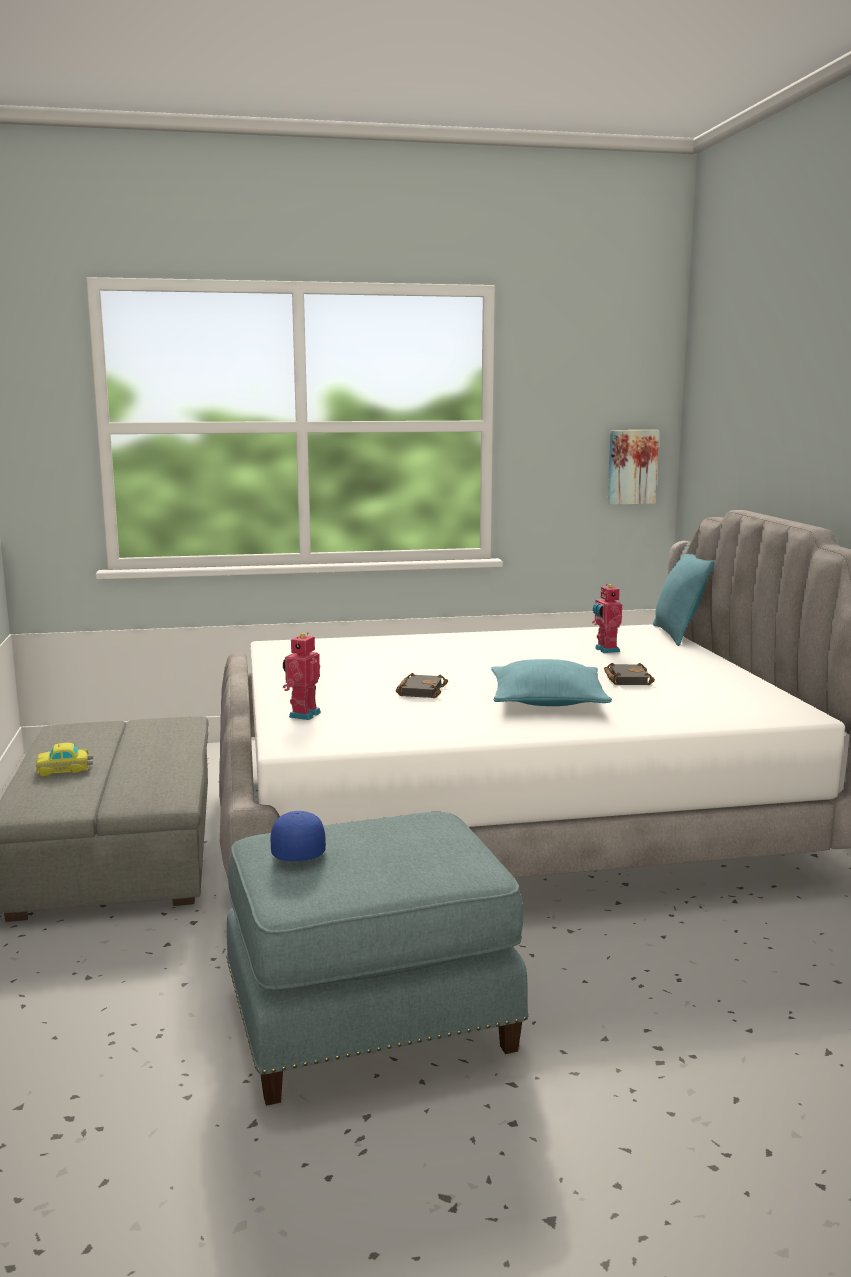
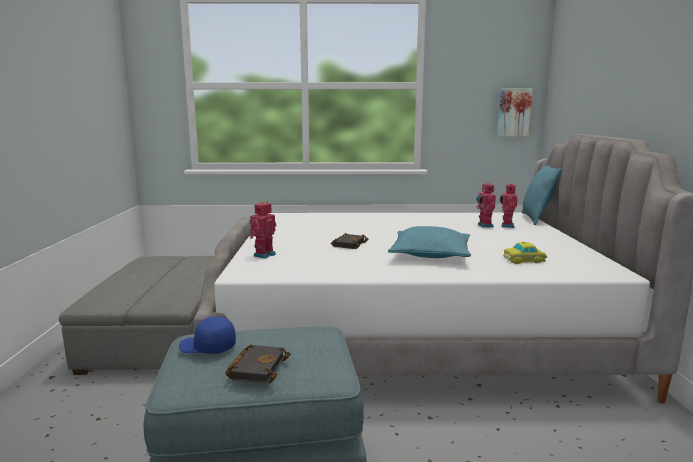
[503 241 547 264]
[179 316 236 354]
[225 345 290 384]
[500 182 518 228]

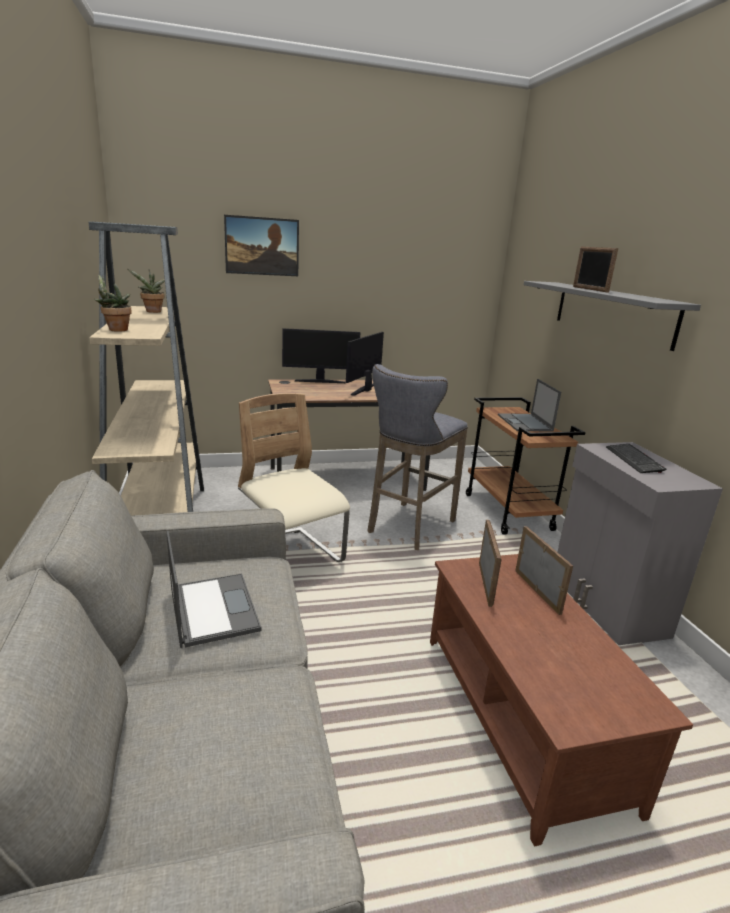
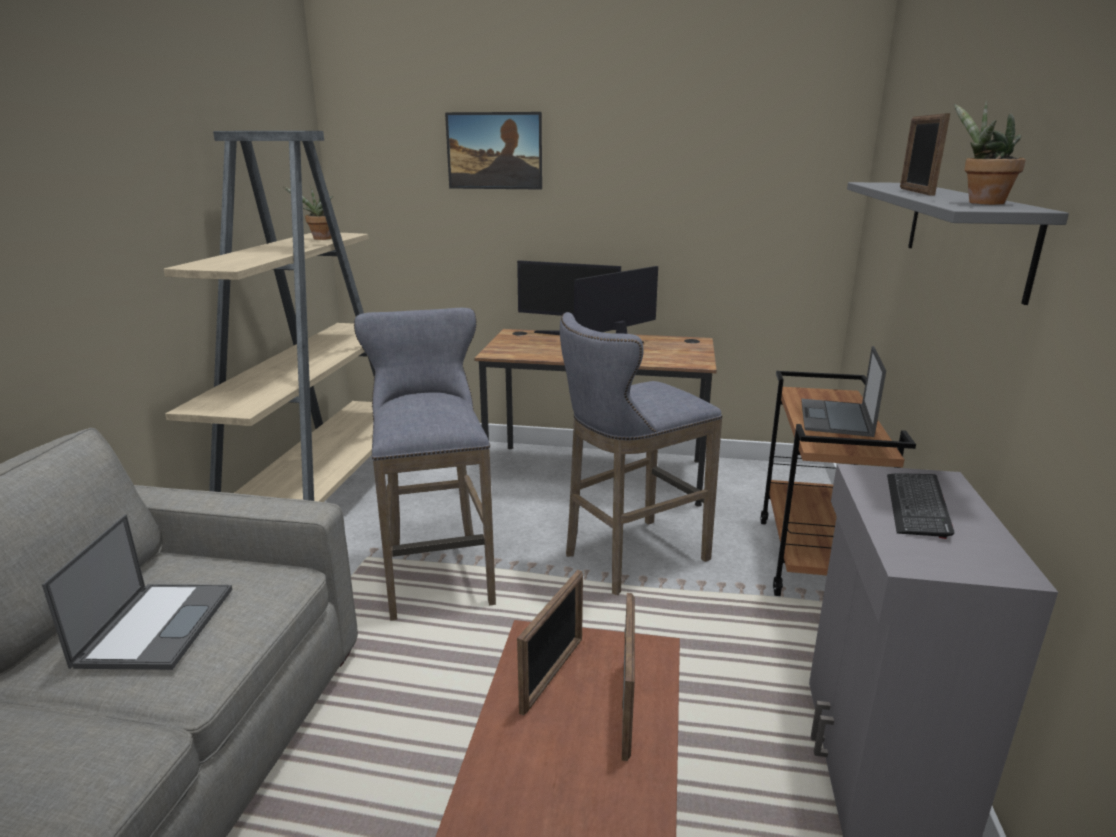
[954 101 1026 205]
[354 308 496 621]

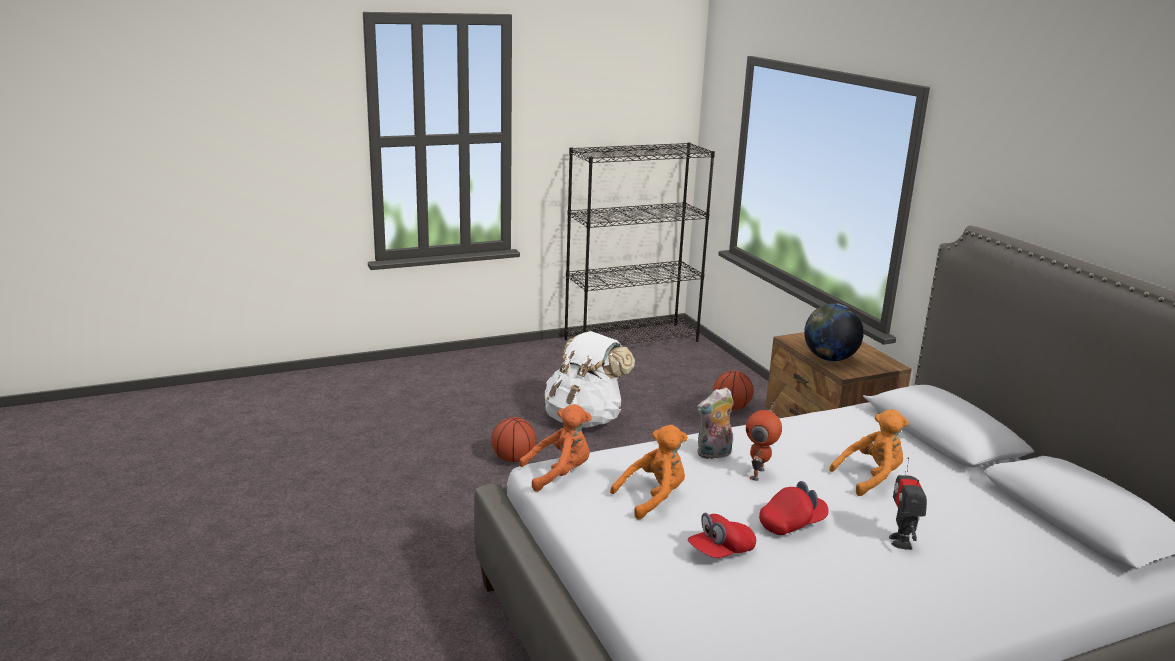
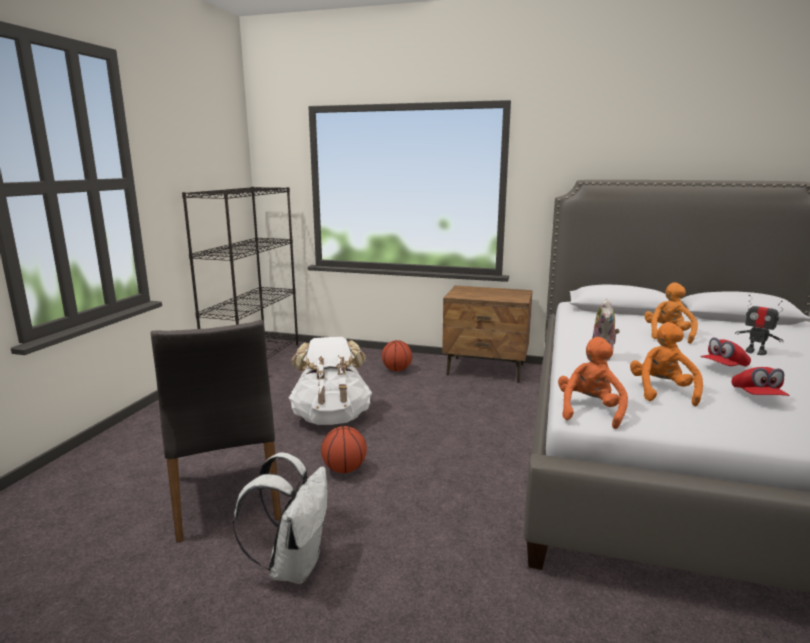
[746 401 782 481] (first image)
[701 337 751 367]
[804 304 864 361] (first image)
[151 320 281 543]
[233 452 327 584]

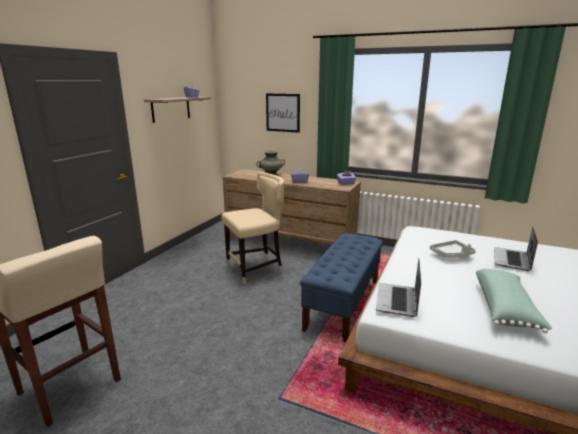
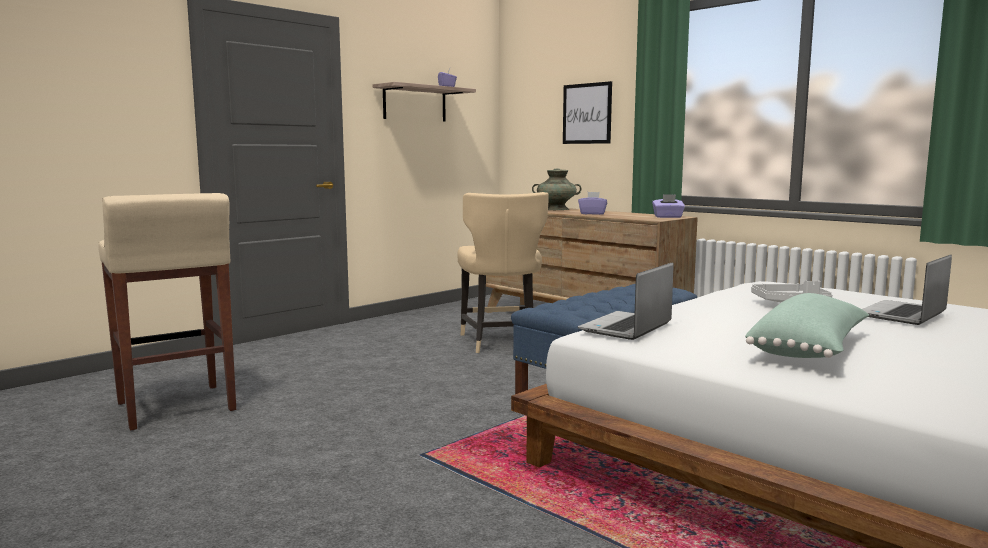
[457 192 549 353]

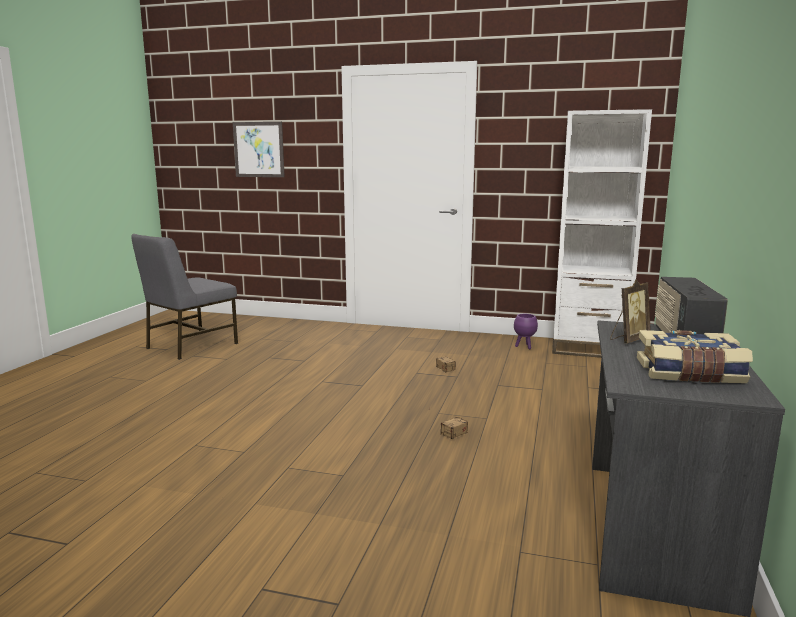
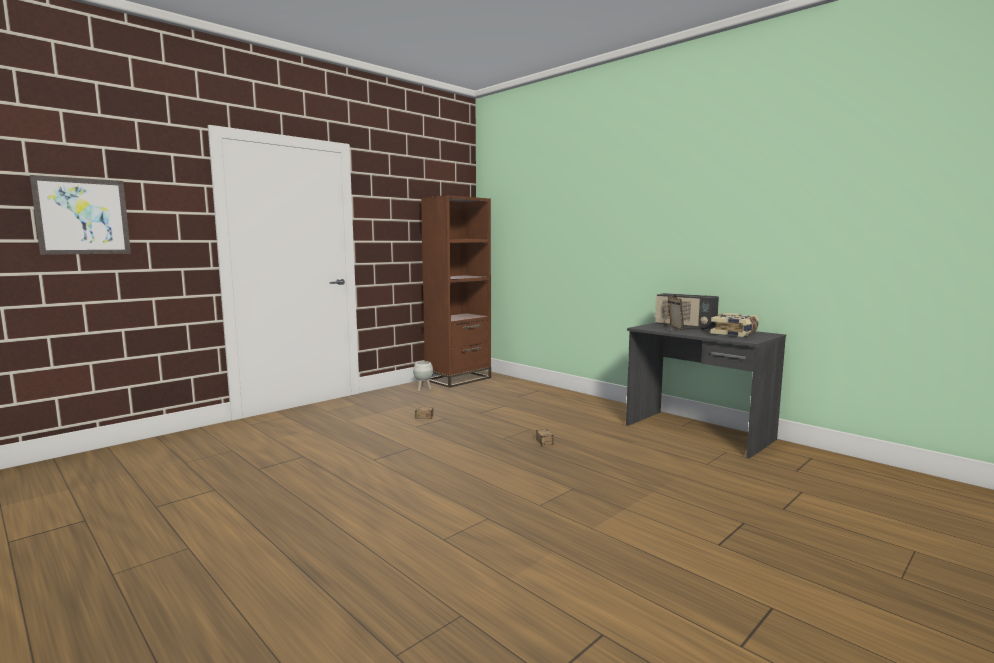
[131 234 238 360] (first image)
[413 361 433 391]
[421 195 491 388]

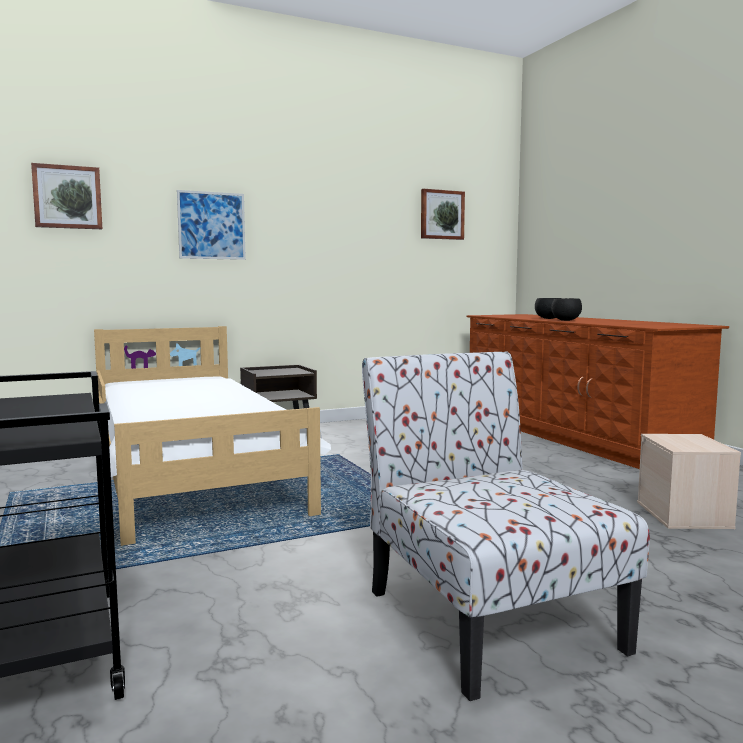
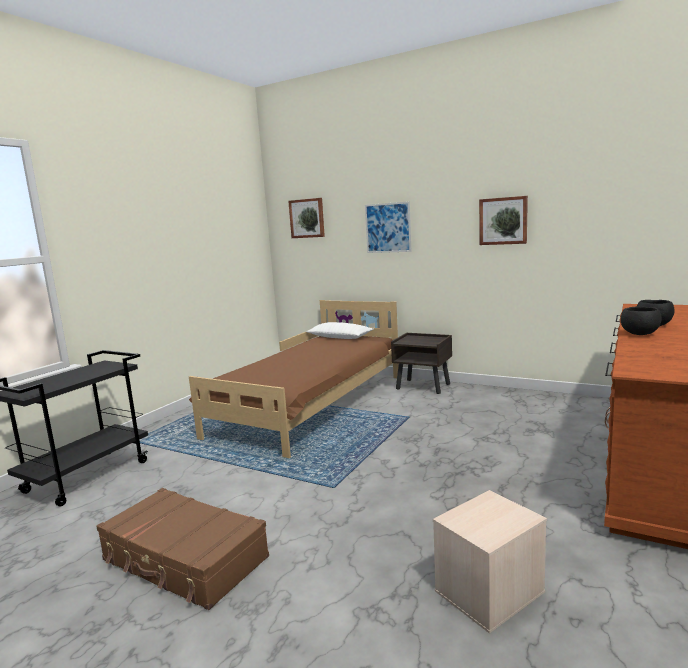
[189 300 399 458]
[96 488 269 610]
[479 196 528 245]
[306 322 374 339]

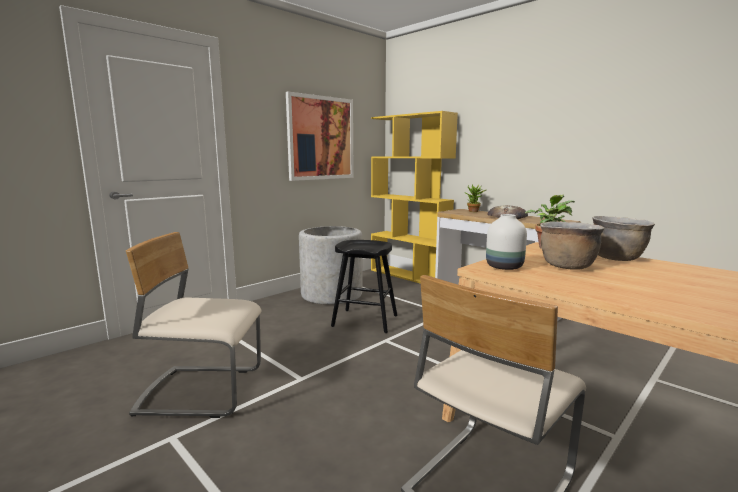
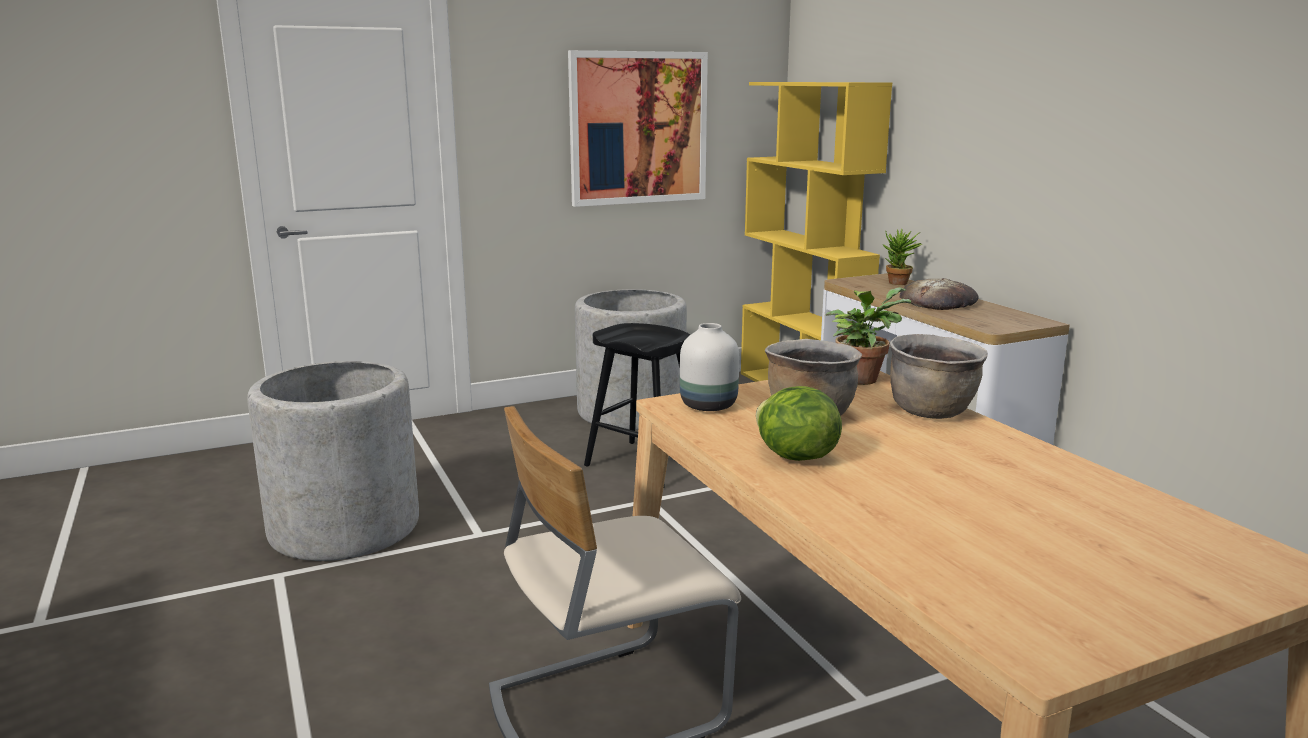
[247 361 419 561]
[756 386 842 461]

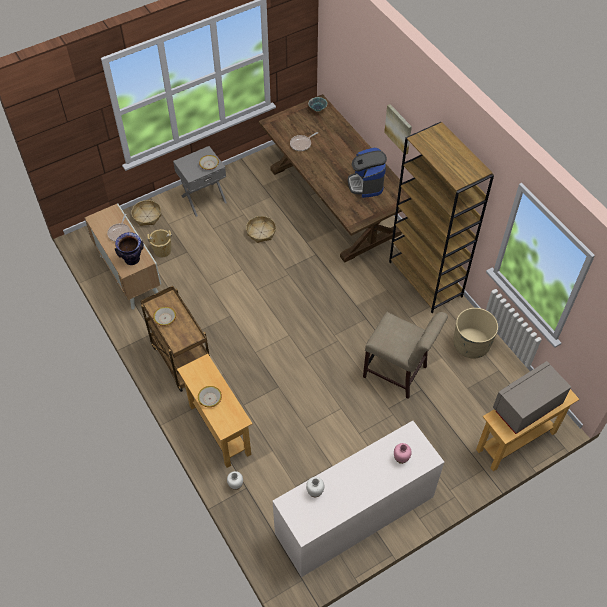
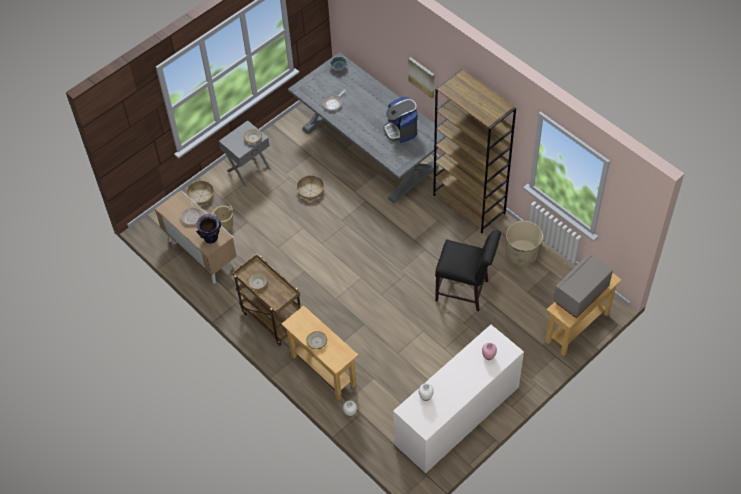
[288 52 445 203]
[435 230 501 311]

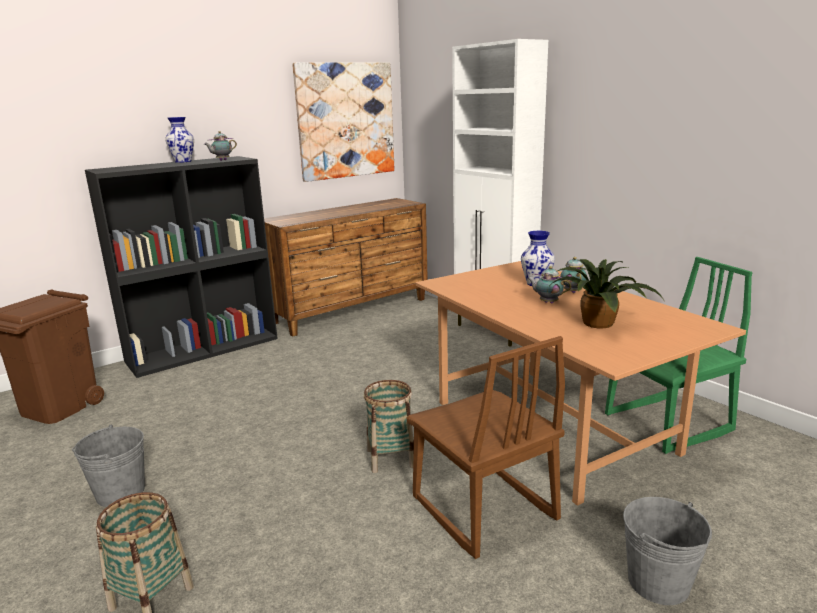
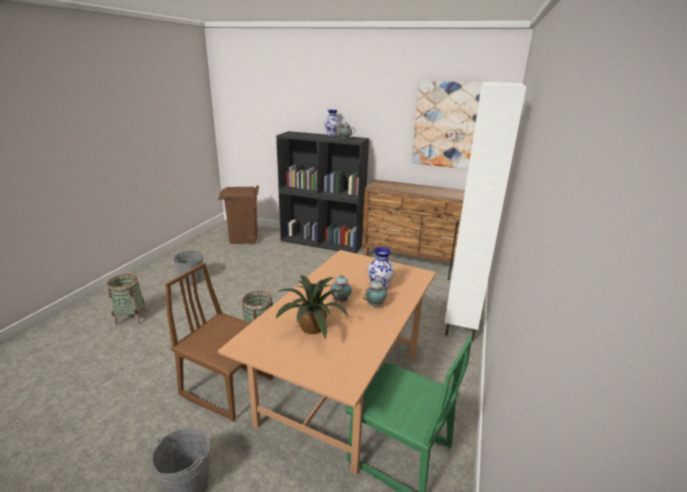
[165 263 274 421]

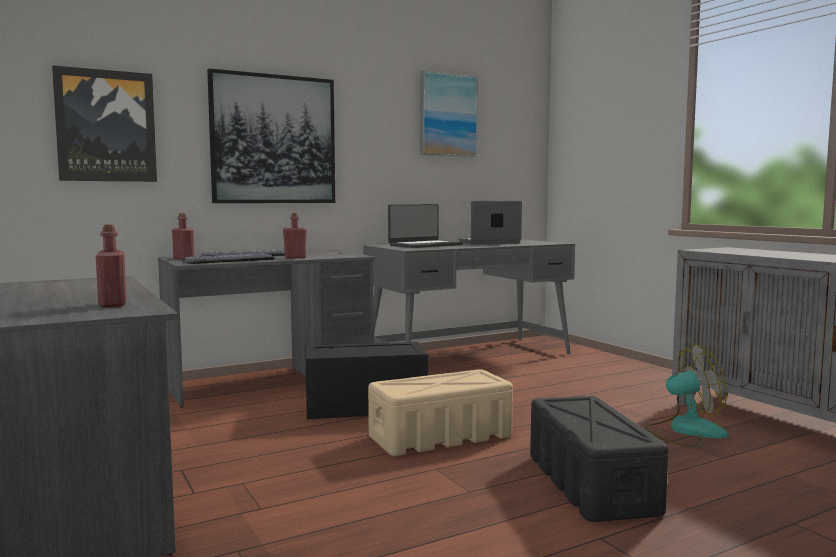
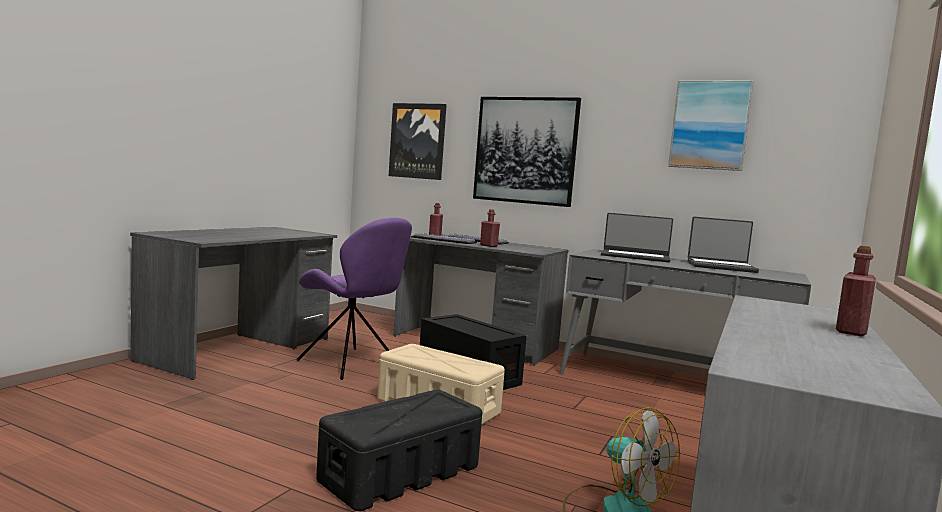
[836 246 876 336]
[688 217 759 273]
[297 217 412 380]

